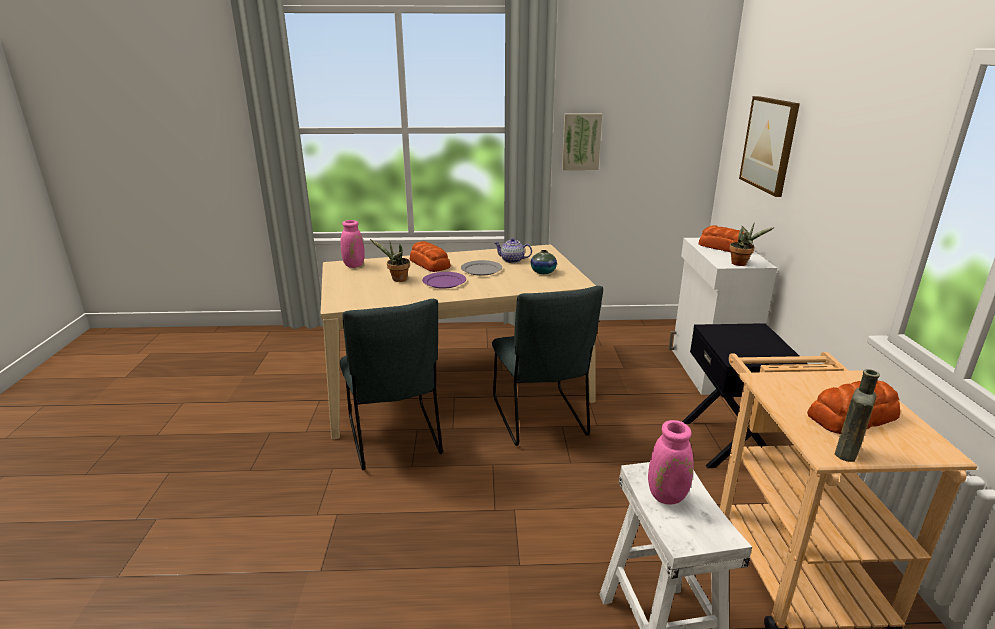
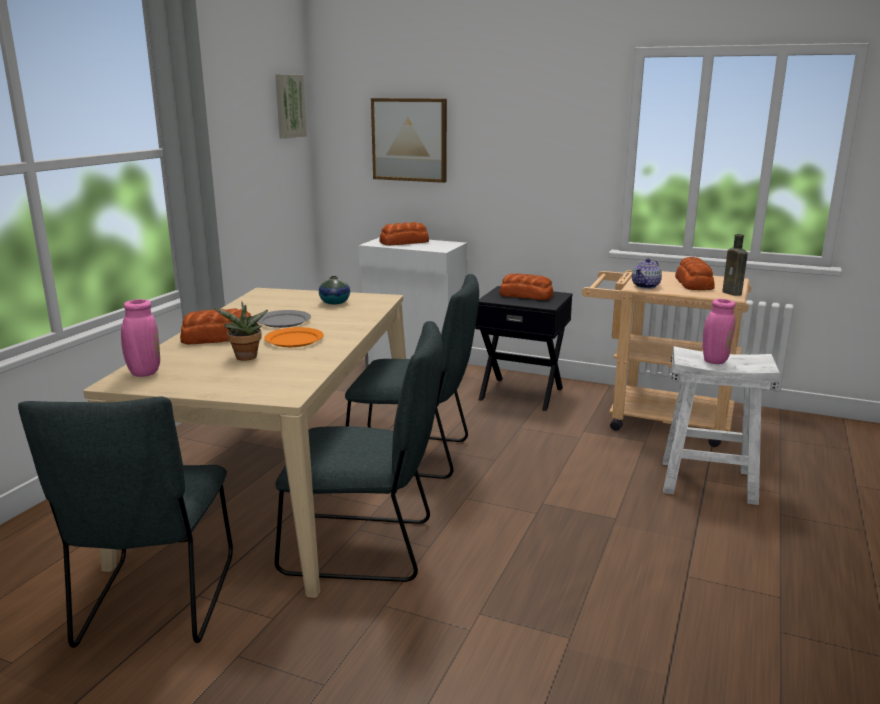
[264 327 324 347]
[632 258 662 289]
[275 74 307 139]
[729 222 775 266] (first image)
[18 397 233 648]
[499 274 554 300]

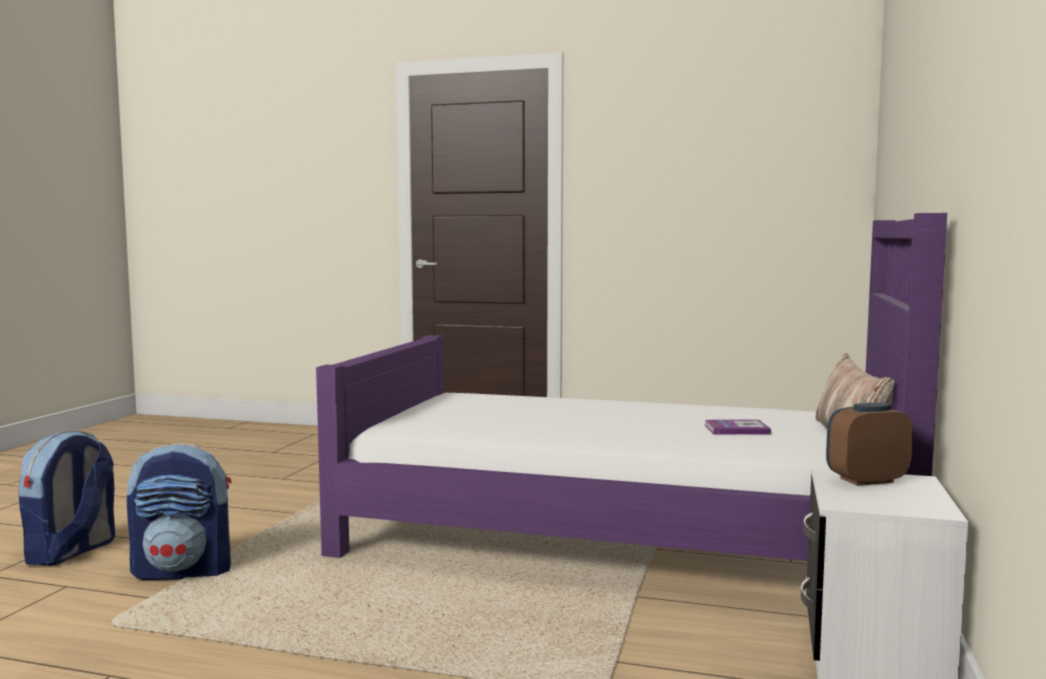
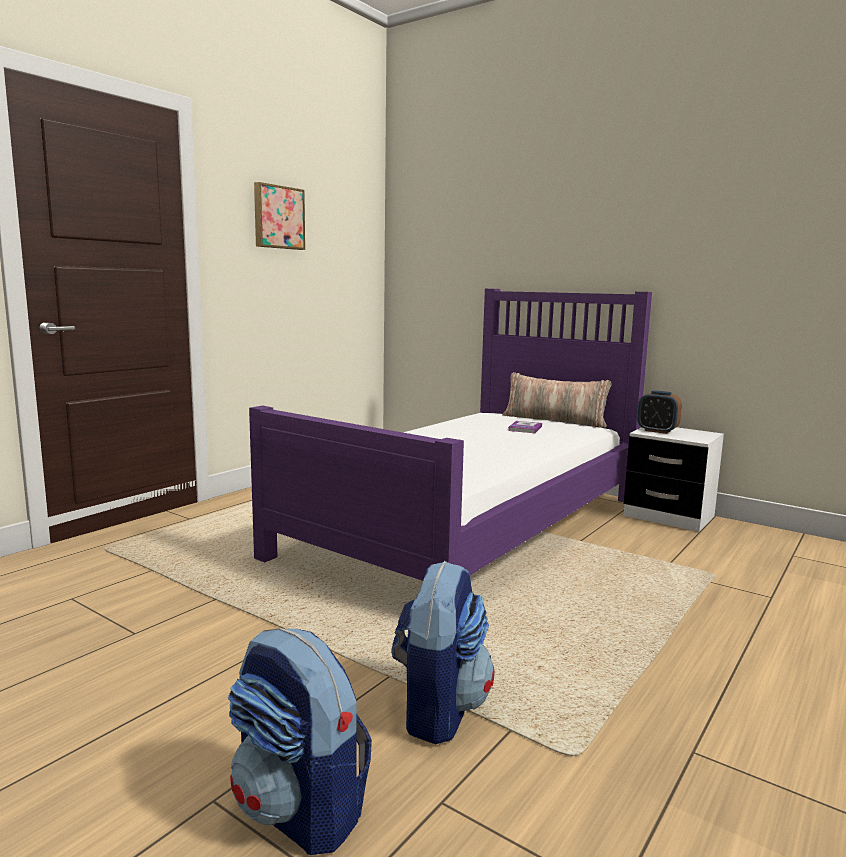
[637 390 682 434]
[254 182 305 250]

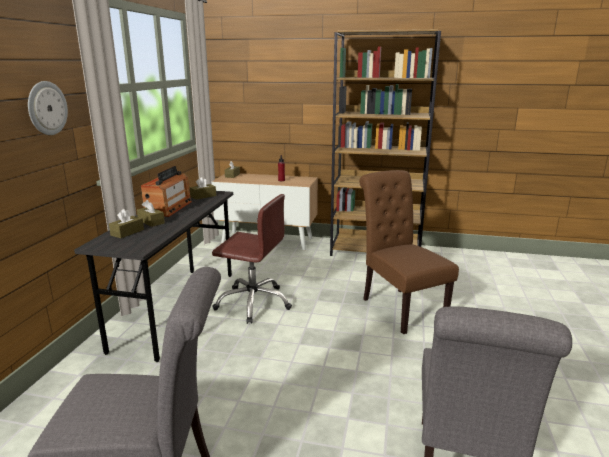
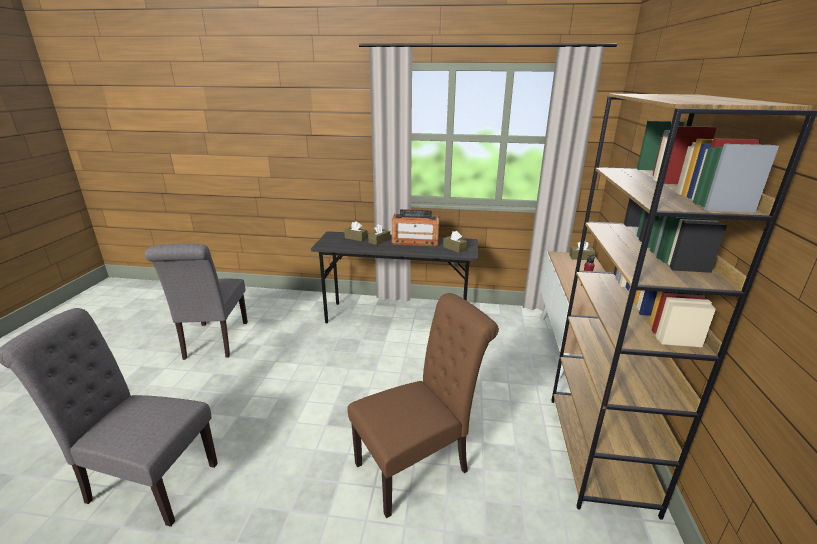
[28 81 68 135] (first image)
[212 194 292 324] (first image)

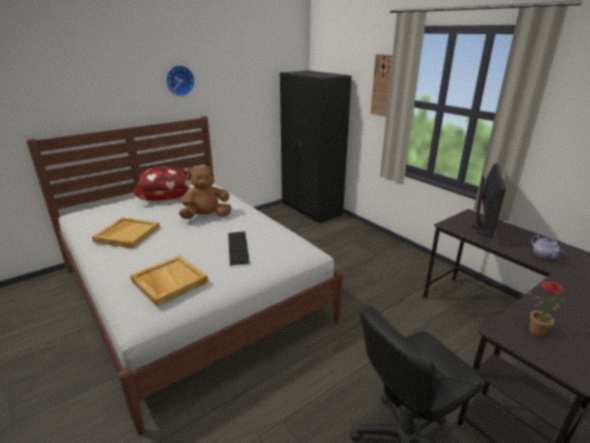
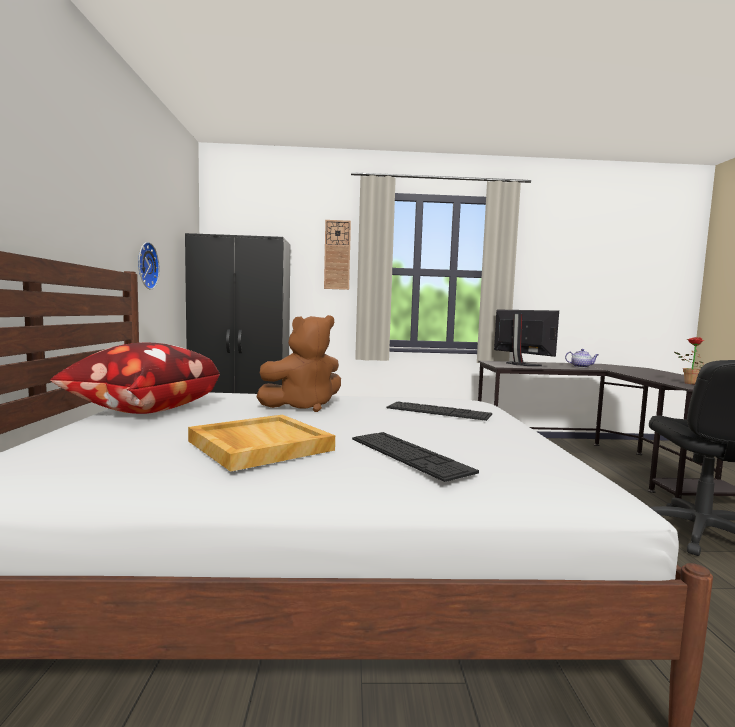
[130 255 208 307] (first image)
[138 242 160 290]
[256 315 341 412]
[352 432 479 482]

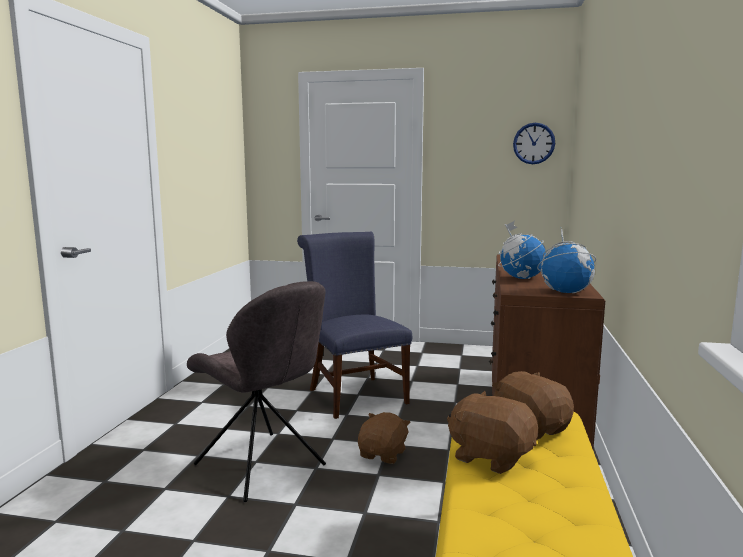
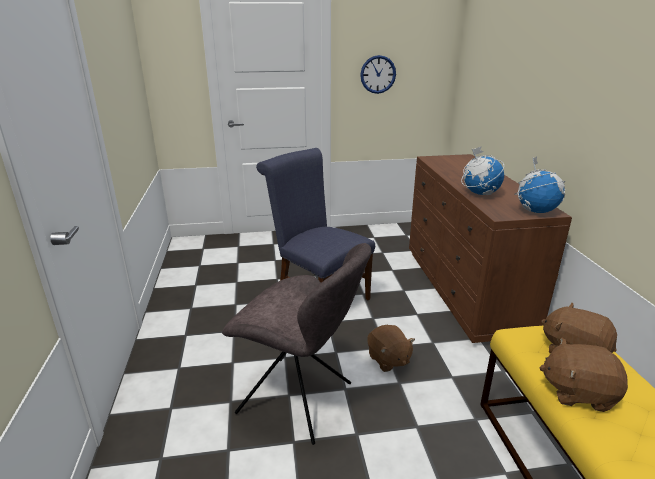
[367 325 415 372]
[360 55 396 94]

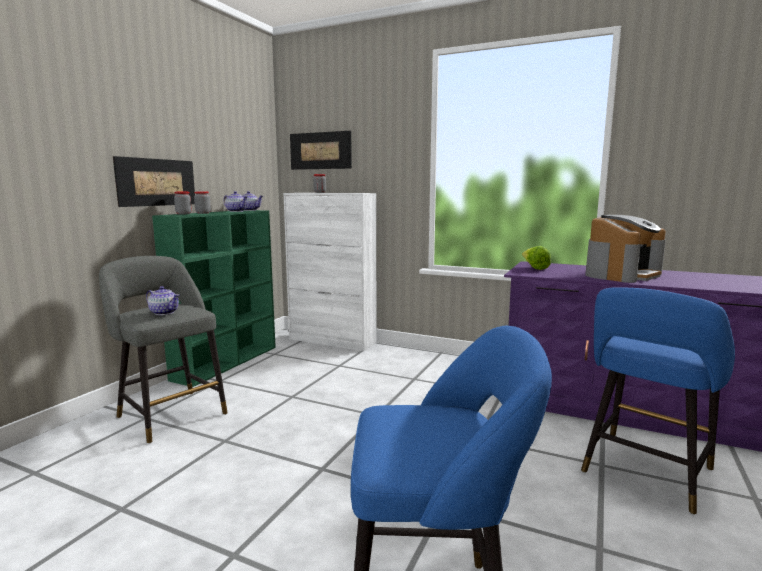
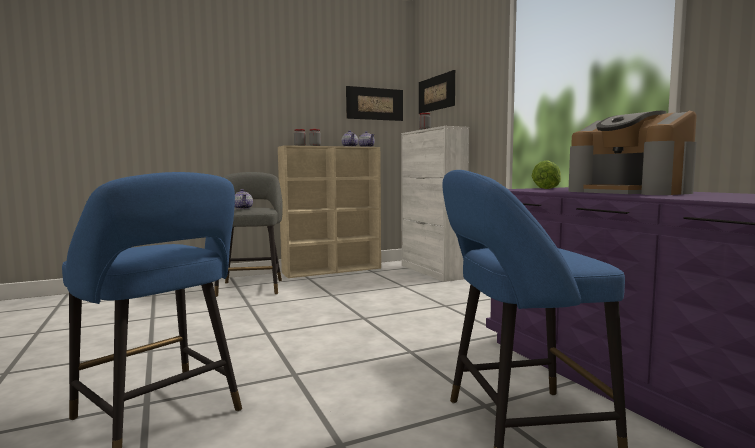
[346 86 403 121]
[278 145 381 278]
[568 111 697 195]

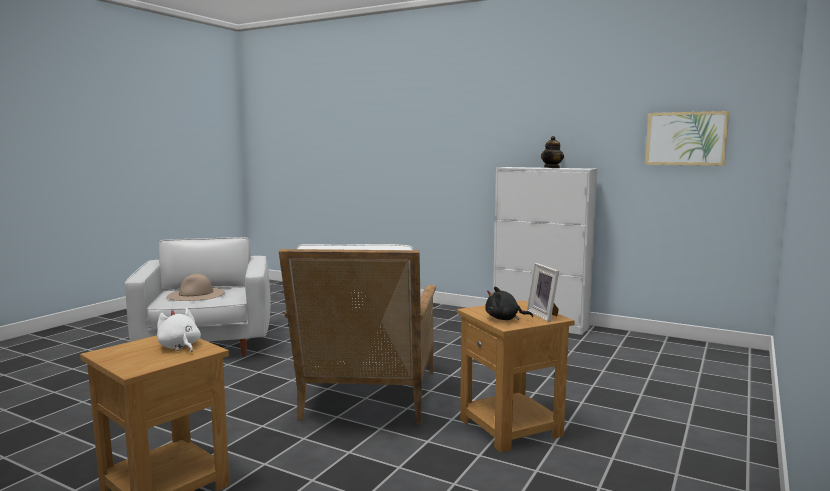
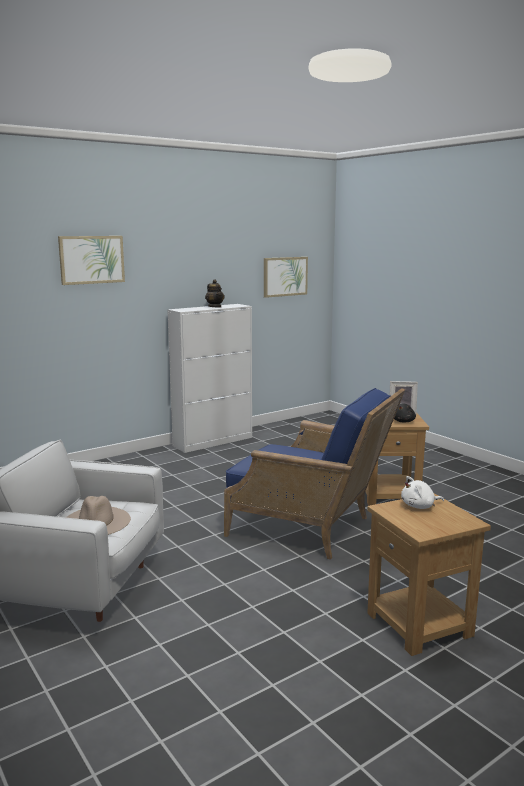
[224 388 405 560]
[58 236 125 285]

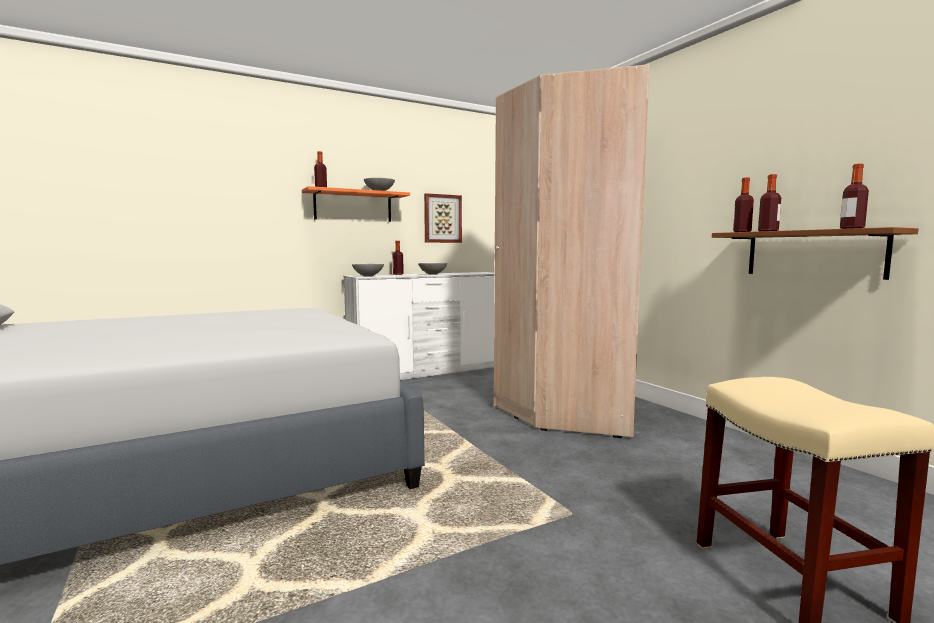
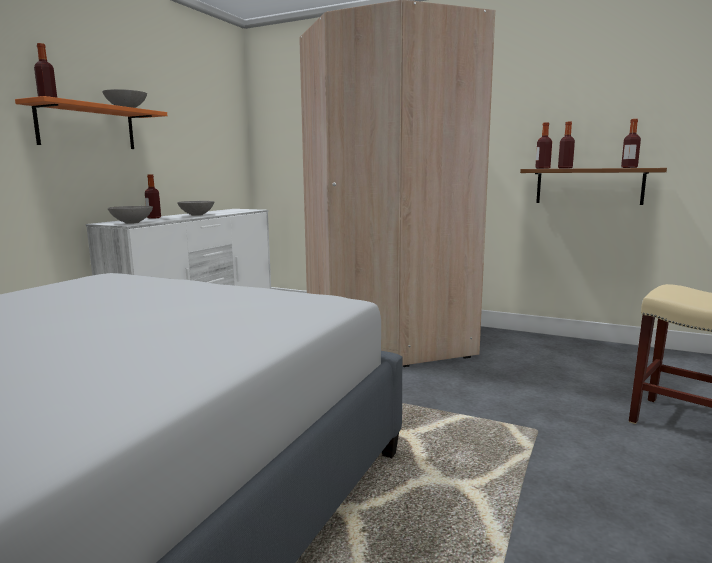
[424 193 462 243] (first image)

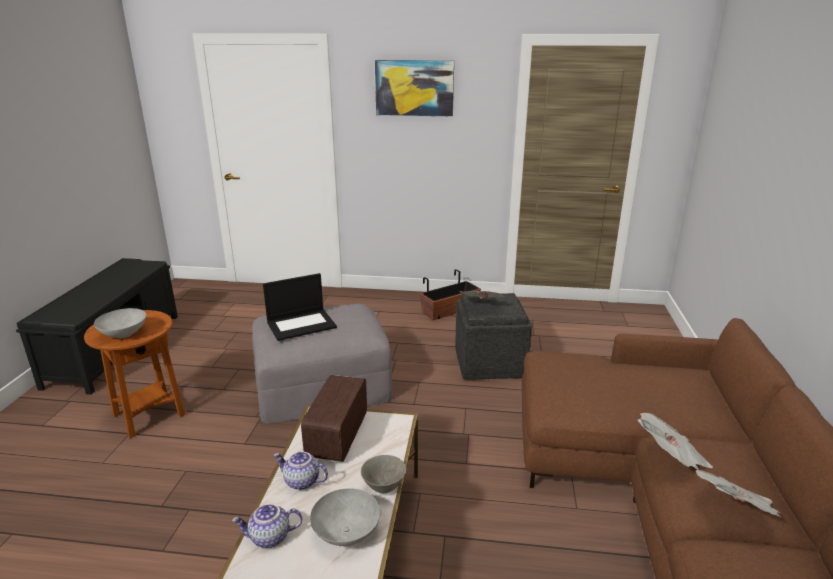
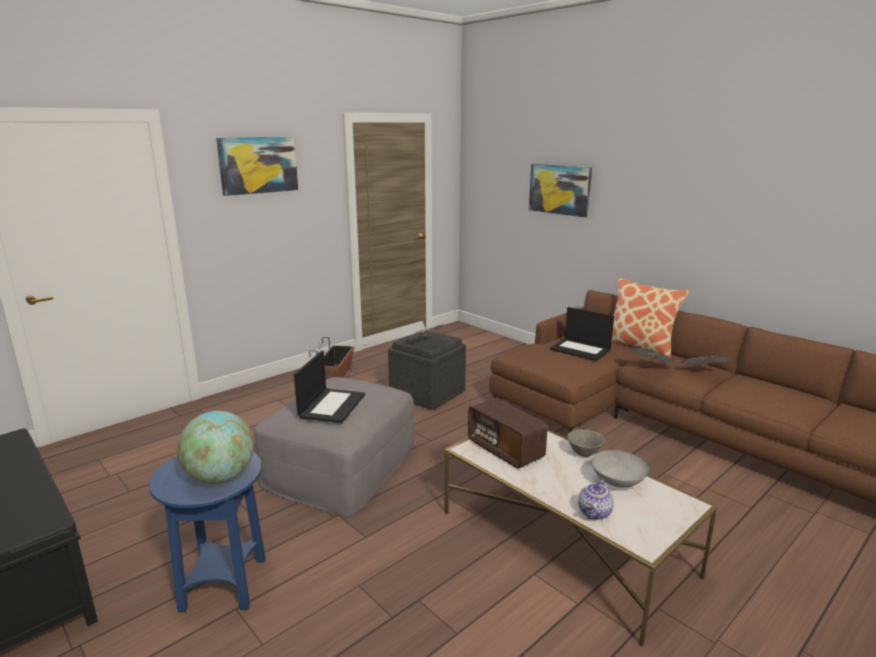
[149 452 265 612]
[177 411 254 484]
[274 452 328 490] (first image)
[529 164 592 218]
[550 307 614 361]
[612 278 690 358]

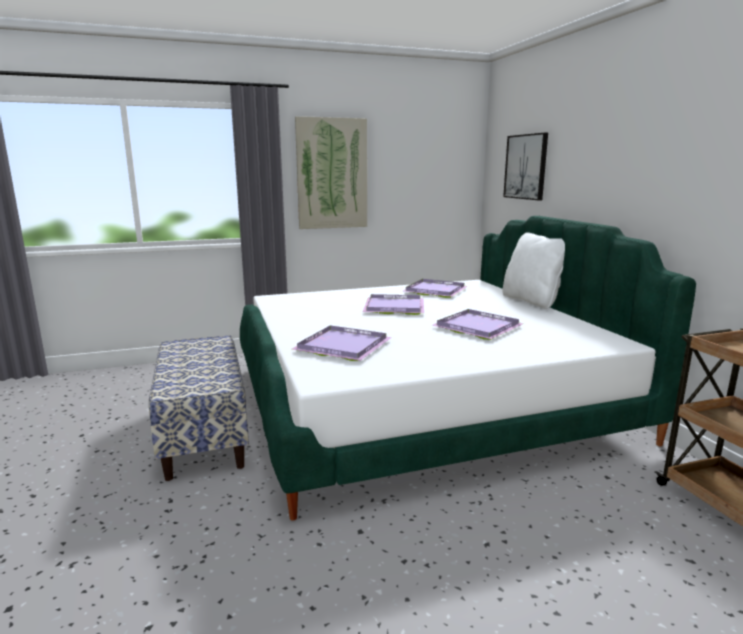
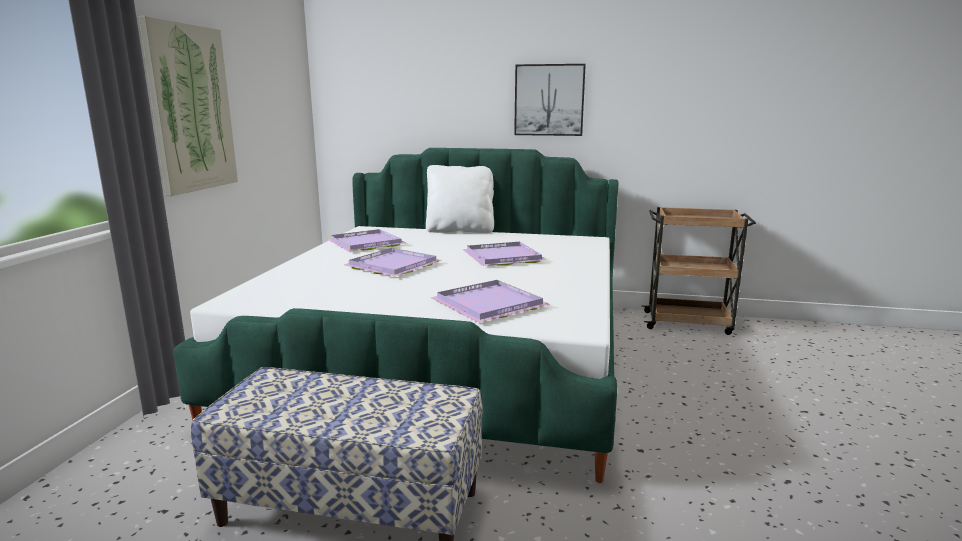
[514 64 586 136]

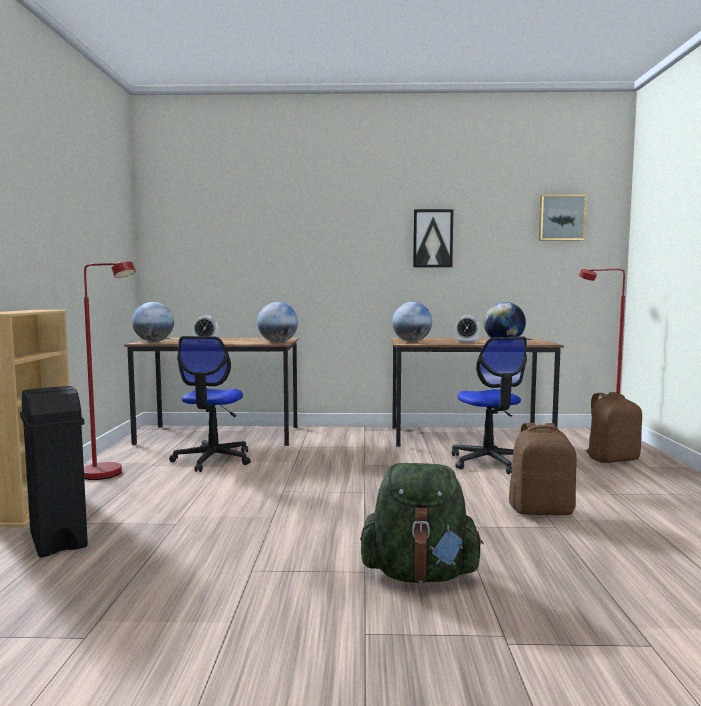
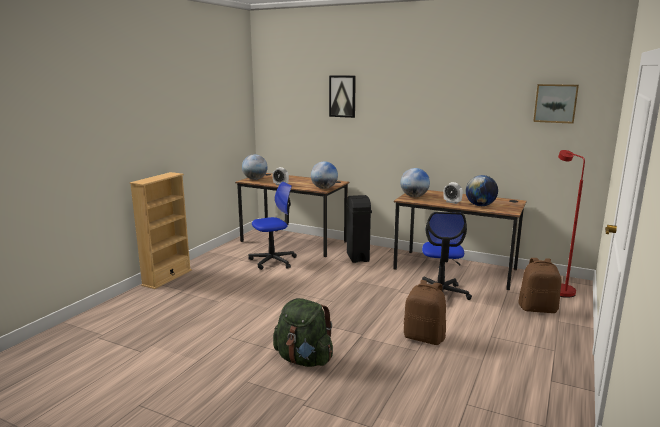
[346 195 372 263]
[84 262 136 480] (first image)
[249 182 297 270]
[329 75 356 118]

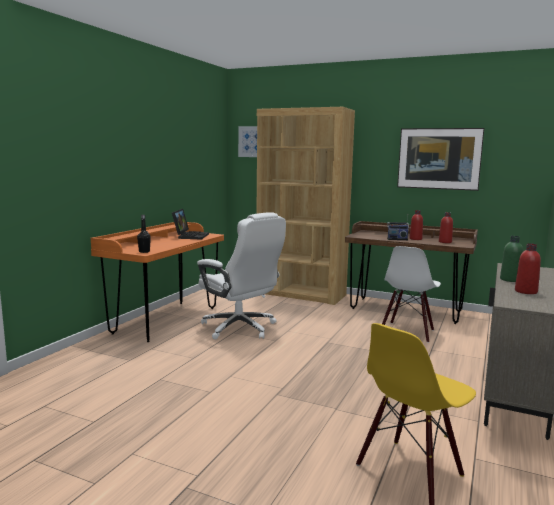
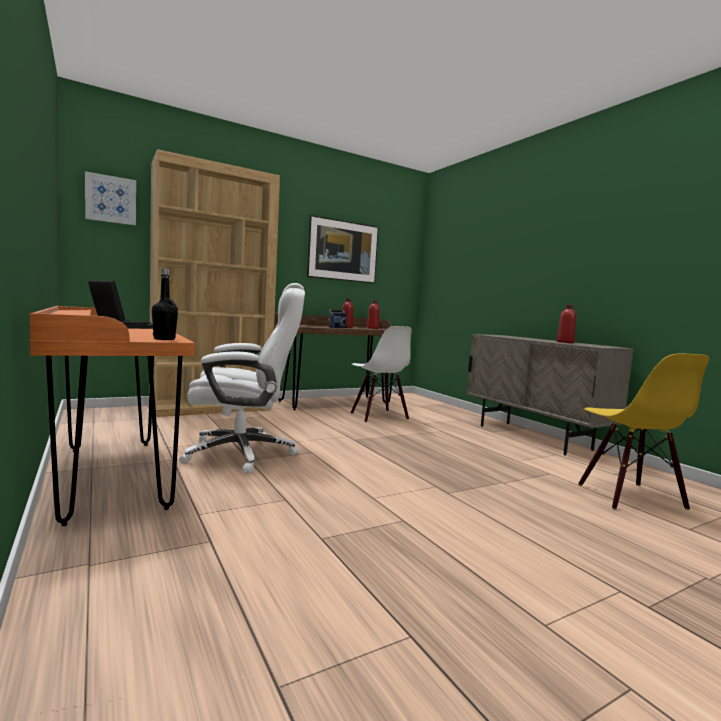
[500 236 523 282] (first image)

